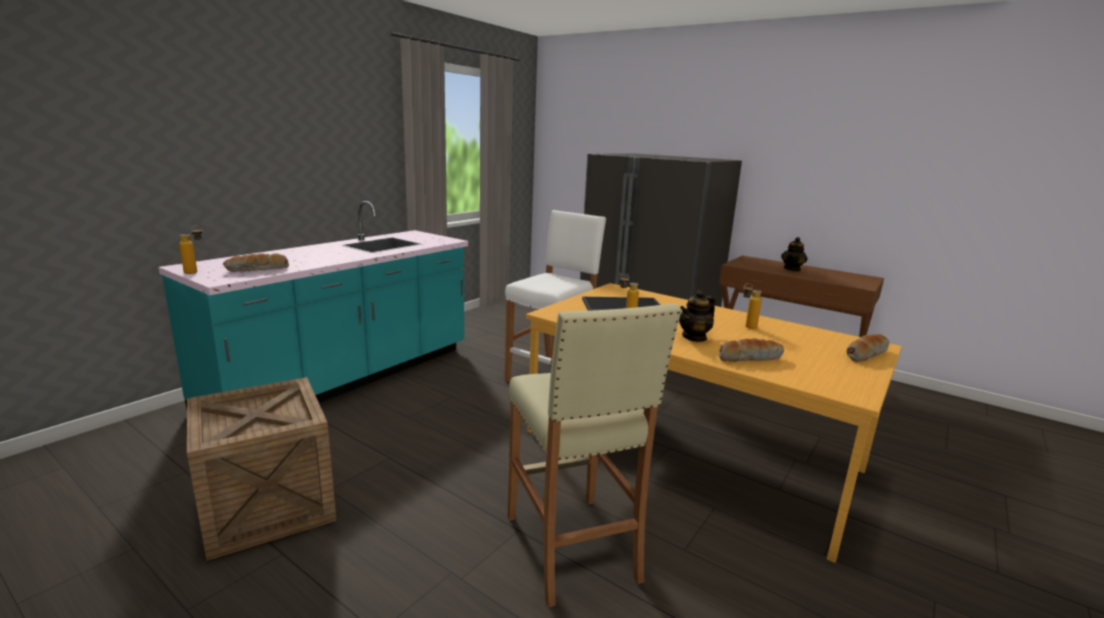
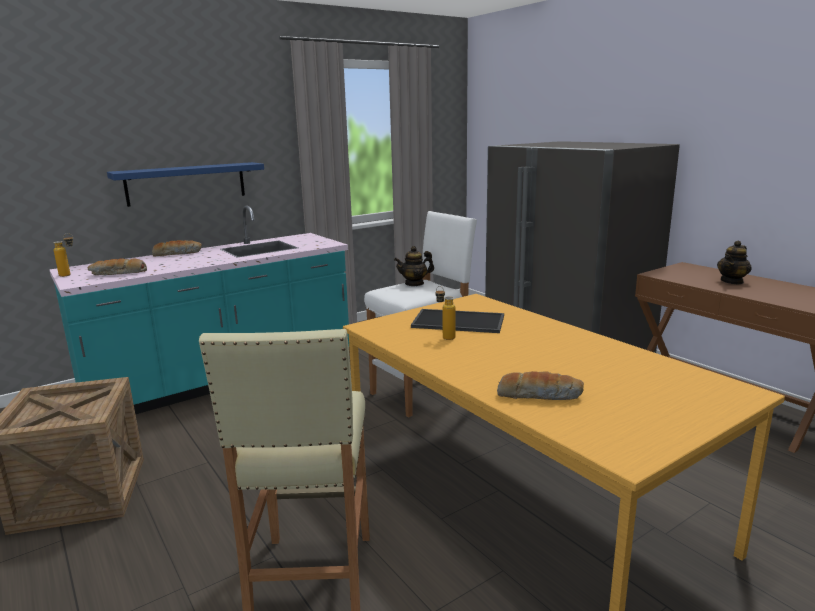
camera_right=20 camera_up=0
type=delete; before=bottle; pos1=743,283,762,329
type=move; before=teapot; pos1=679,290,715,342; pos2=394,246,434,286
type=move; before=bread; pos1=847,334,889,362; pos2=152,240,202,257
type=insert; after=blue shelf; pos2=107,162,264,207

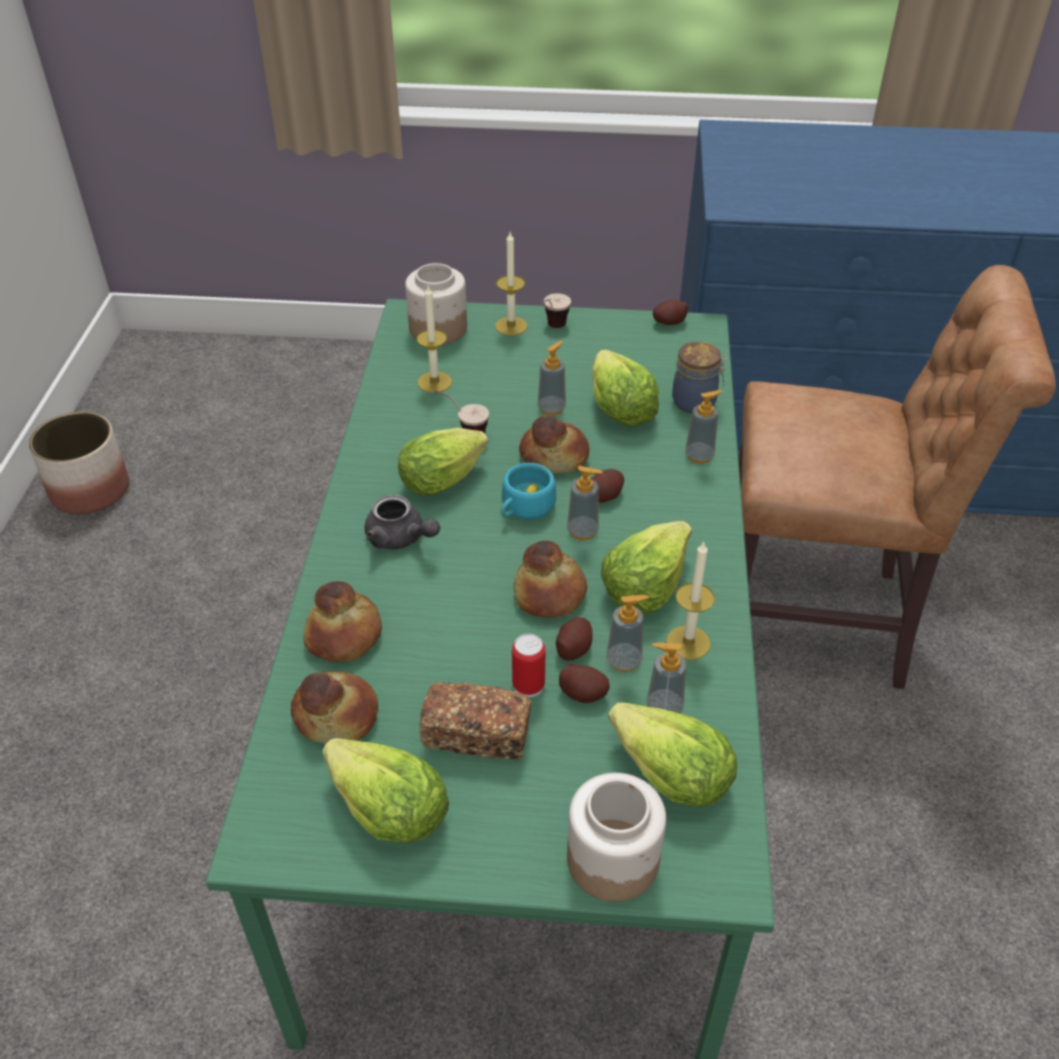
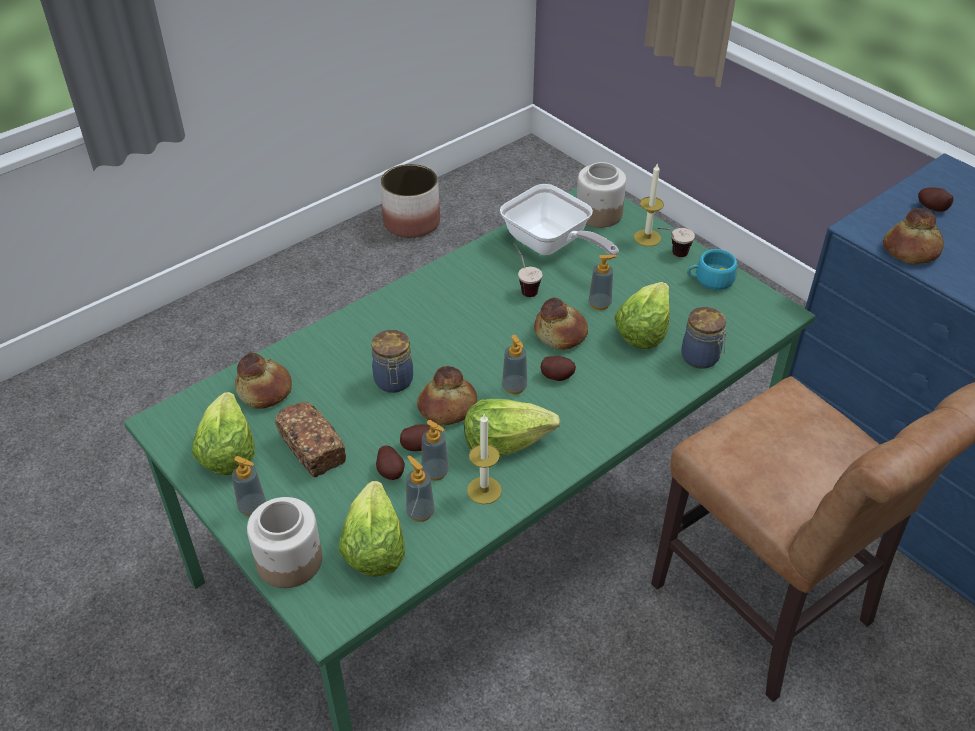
camera_right=45 camera_up=0
type=replace; before=candle; after=frying pan; pos1=416,286,452,393; pos2=500,184,619,255
type=move; before=potato; pos1=653,299,688,325; pos2=918,187,954,212
type=move; before=soap dispenser; pos1=685,390,723,464; pos2=232,456,266,517
type=delete; before=lettuce; pos1=398,428,488,496
type=move; before=turquoise cup; pos1=501,463,556,520; pos2=687,249,738,290
type=delete; before=grey teapot; pos1=364,494,440,550
type=move; before=bread; pos1=303,581,382,662; pos2=883,208,944,264
type=delete; before=can; pos1=512,633,546,697
type=insert; after=jar; pos2=371,330,413,393

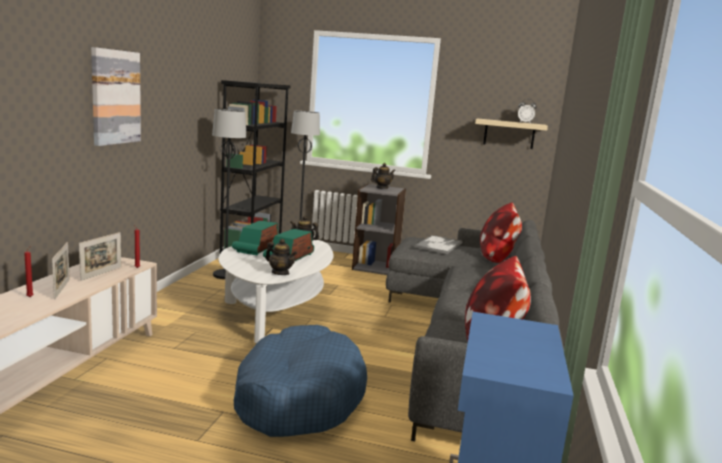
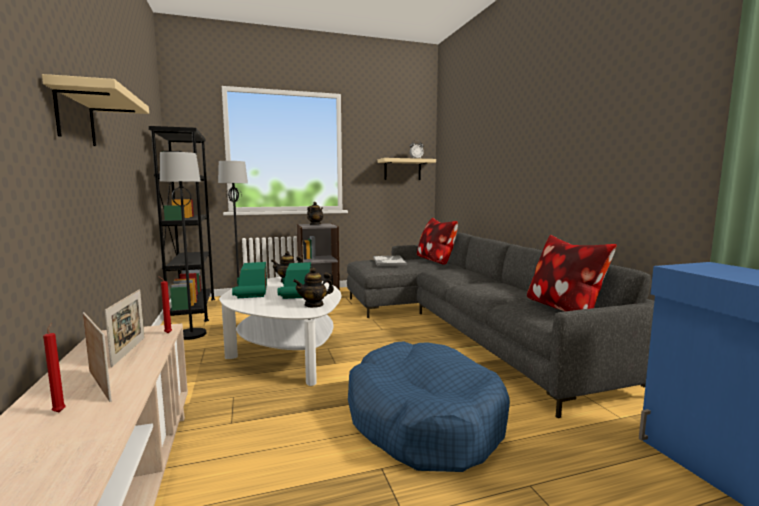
camera_right=-30 camera_up=-5
type=replace; before=picture; after=beige shelf; pos1=91,47,141,146; pos2=42,74,149,146
type=rotate; before=teapot; pos1=266,239,297,275; pos2=293,267,334,308; turn=150

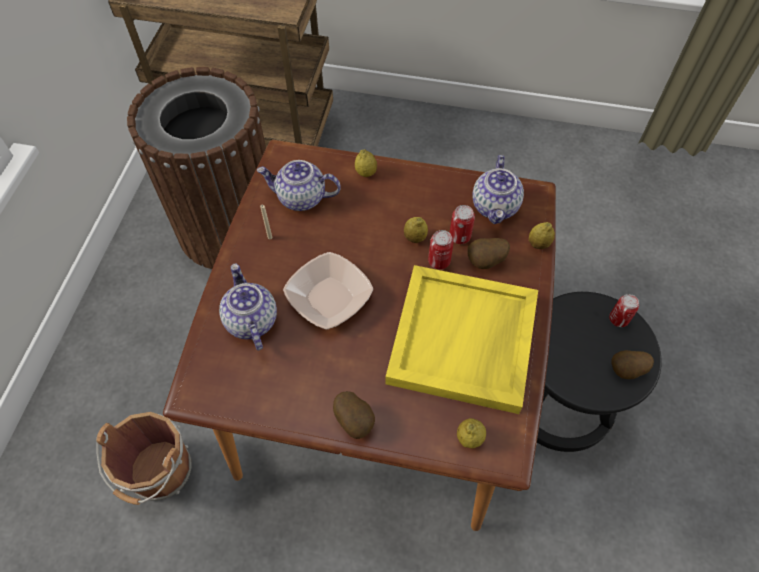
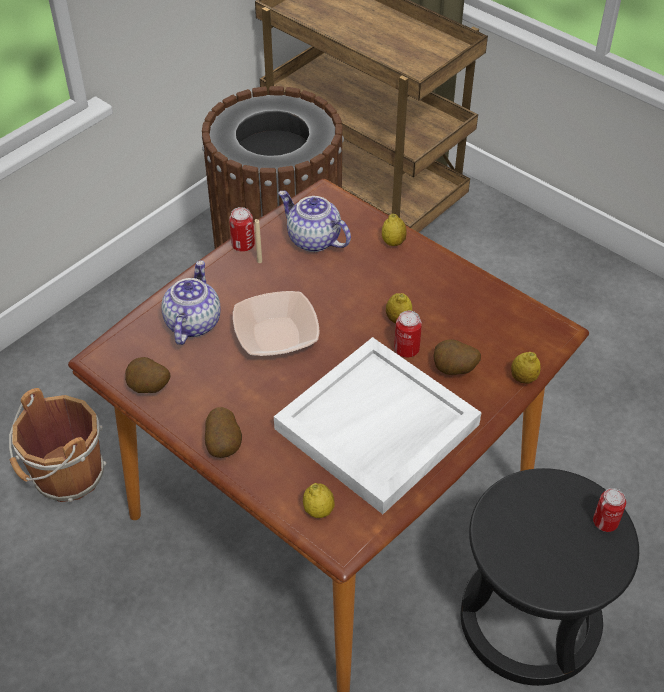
camera_right=30 camera_up=-10
type=delete; before=teapot; pos1=473,155,524,224
type=move; before=can; pos1=449,205,475,244; pos2=229,207,255,252
type=recolor; before=yellow tray; after=white tray; pos1=385,265,538,414; pos2=274,337,482,514
type=move; before=potato; pos1=611,350,654,379; pos2=125,357,170,393

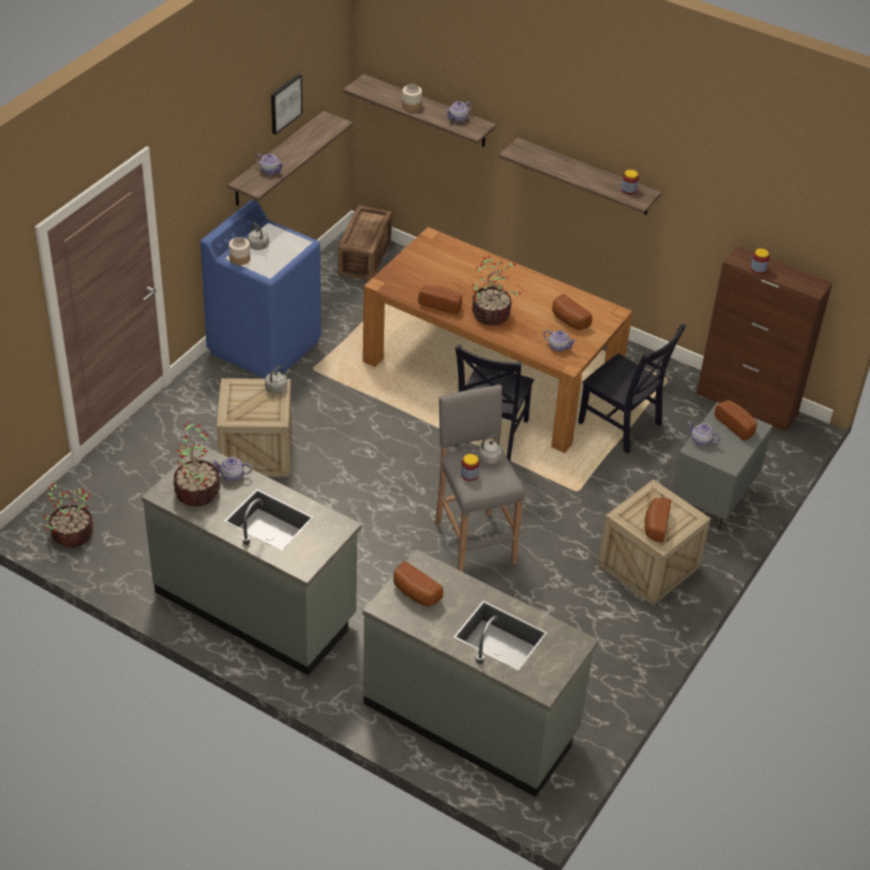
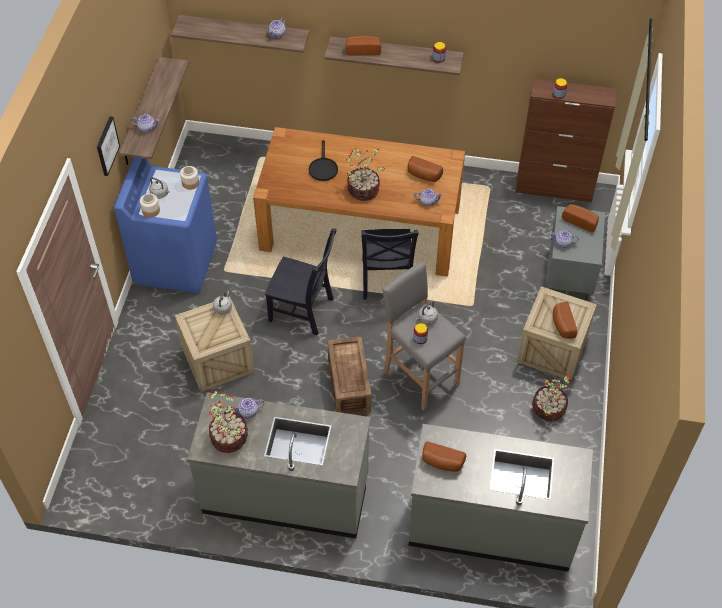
camera_right=-20 camera_up=10
type=move; before=picture; pos1=271,74,303,135; pos2=97,117,120,176
type=move; before=jar; pos1=402,84,422,112; pos2=180,166,199,190
type=move; before=crate; pos1=338,205,392,281; pos2=327,337,371,415
type=move; before=bread; pos1=418,285,462,315; pos2=345,36,381,55
type=move; before=black chair; pos1=578,324,687,453; pos2=265,228,337,336
type=move; before=potted plant; pos1=43,483,93,548; pos2=532,375,571,421
type=insert; after=black frying pan; pos2=309,140,338,181

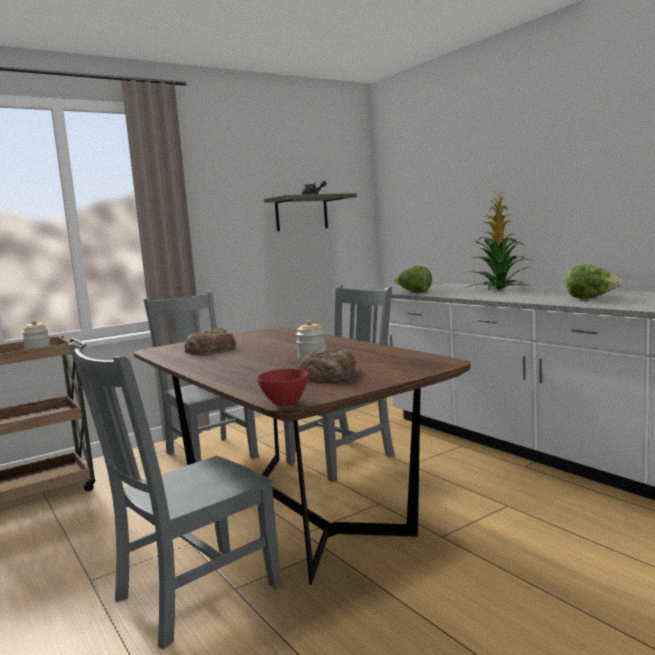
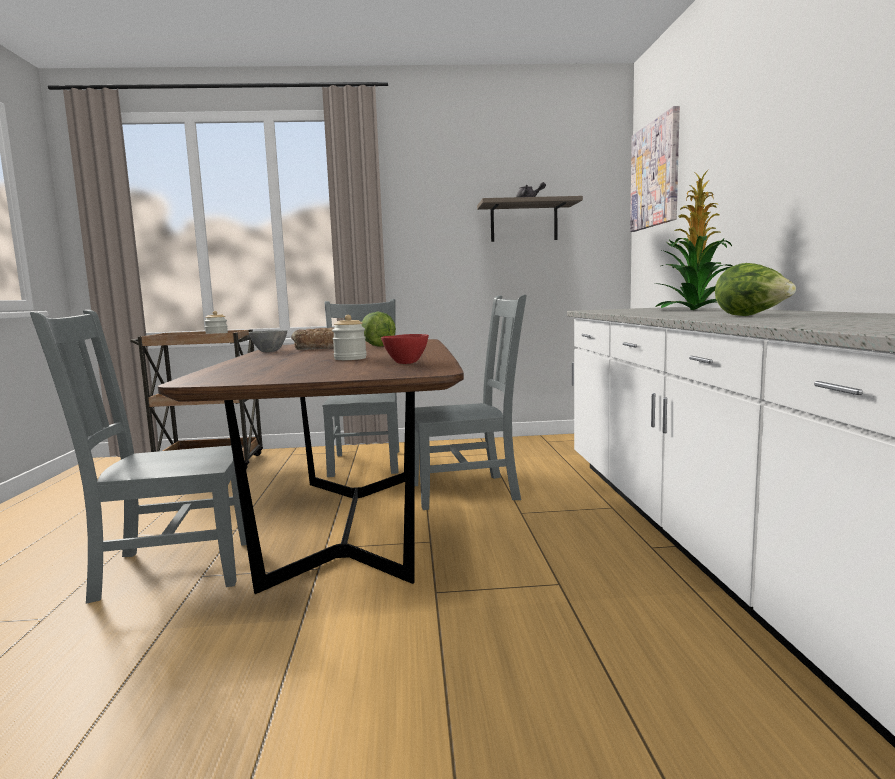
camera_right=30 camera_up=0
type=move; before=lettuce; pos1=394,266,432,293; pos2=361,312,396,347
type=delete; before=bread; pos1=298,345,356,381
type=move; before=red bowl; pos1=257,369,308,406; pos2=381,334,429,364
type=insert; after=picture; pos2=630,106,680,232
type=insert; after=grey bowl; pos2=249,330,287,352

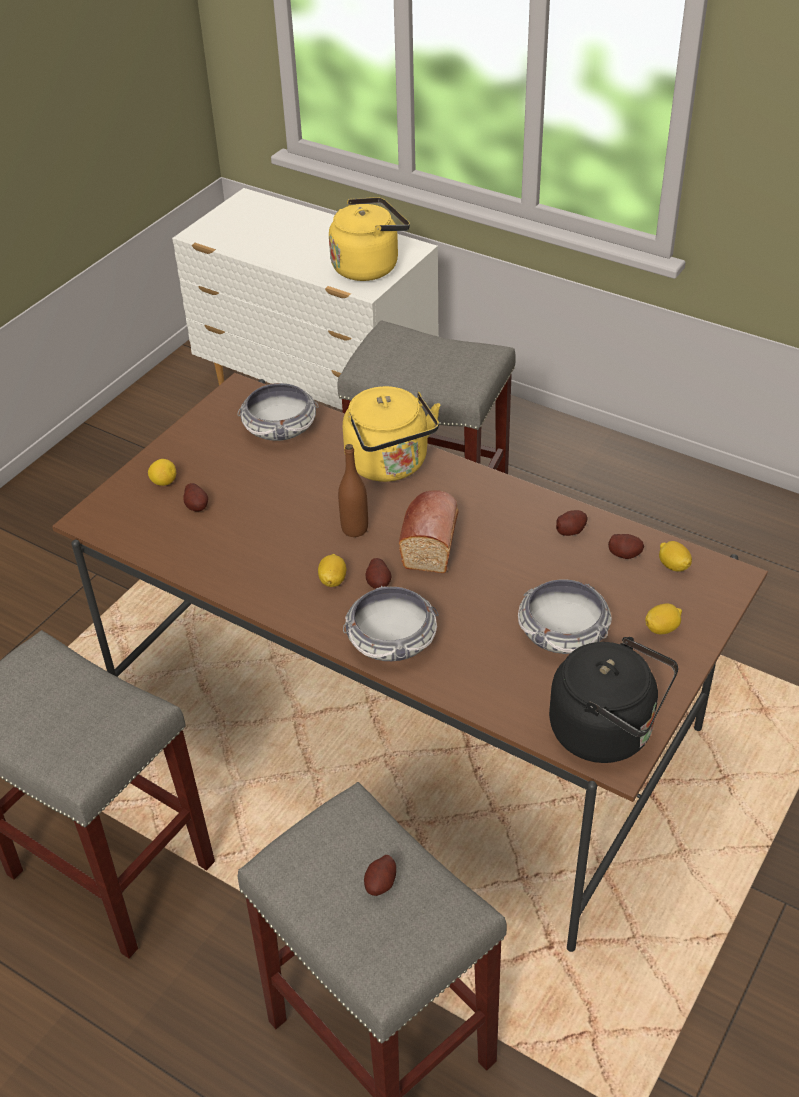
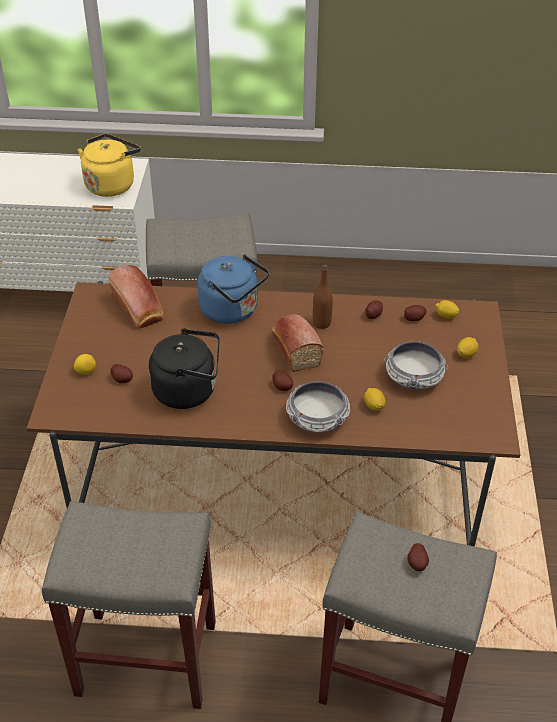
camera_right=-30 camera_up=0
type=replace; before=bowl; after=bread; pos1=237,383,319,441; pos2=109,265,164,328
type=recolor; before=yellow kettle; after=blue kettle; pos1=343,386,441,482; pos2=197,254,269,324
type=move; before=brown bottle; pos1=338,444,368,537; pos2=313,264,333,329
type=move; before=lemon; pos1=318,554,346,587; pos2=364,388,386,411
type=move; before=black kettle; pos1=549,637,678,763; pos2=149,328,219,409

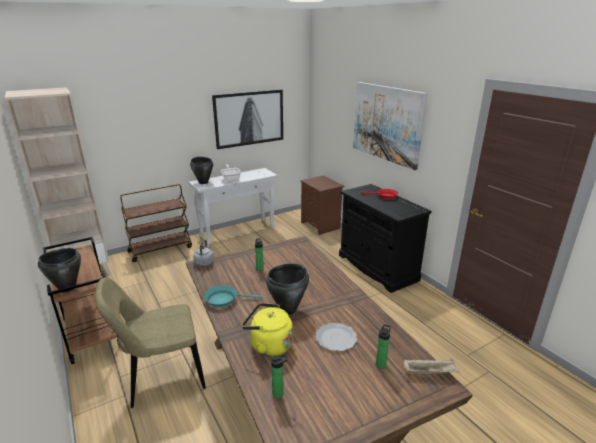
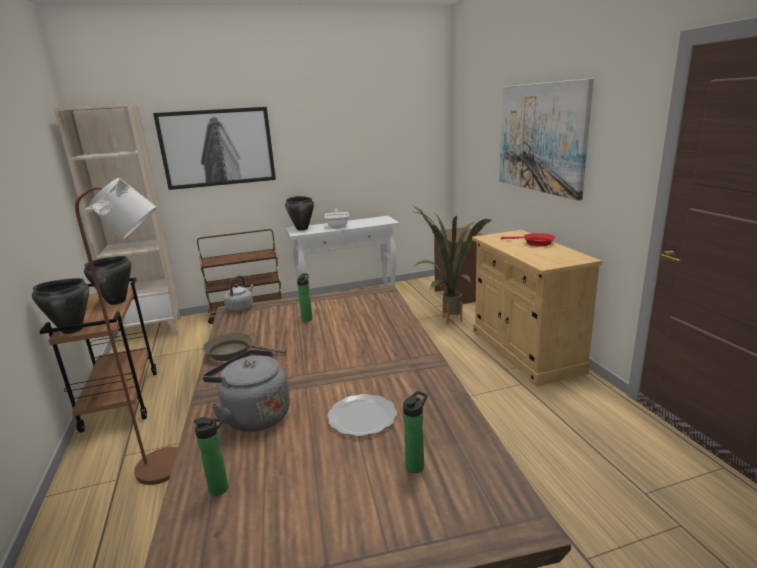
camera_right=15 camera_up=-5
type=move; before=picture; pos1=212,90,283,149; pos2=153,107,276,190
type=recolor; before=black cabinet; after=beige cabinet; pos1=339,184,432,293; pos2=472,230,602,386
type=move; before=black cooking pot; pos1=266,263,309,315; pos2=84,256,131,305
type=replace; before=beige chair; after=brown floor lamp; pos1=95,277,206,408; pos2=75,178,178,485
type=recolor; before=turquoise frying pan; after=brown frying pan; pos1=204,285,262,308; pos2=203,333,286,361
type=recolor; before=yellow kettle; after=grey kettle; pos1=242,303,293,357; pos2=202,350,290,432
type=delete; before=beige tray; pos1=404,359,460,376
type=insert; after=potted plant; pos2=412,205,491,324

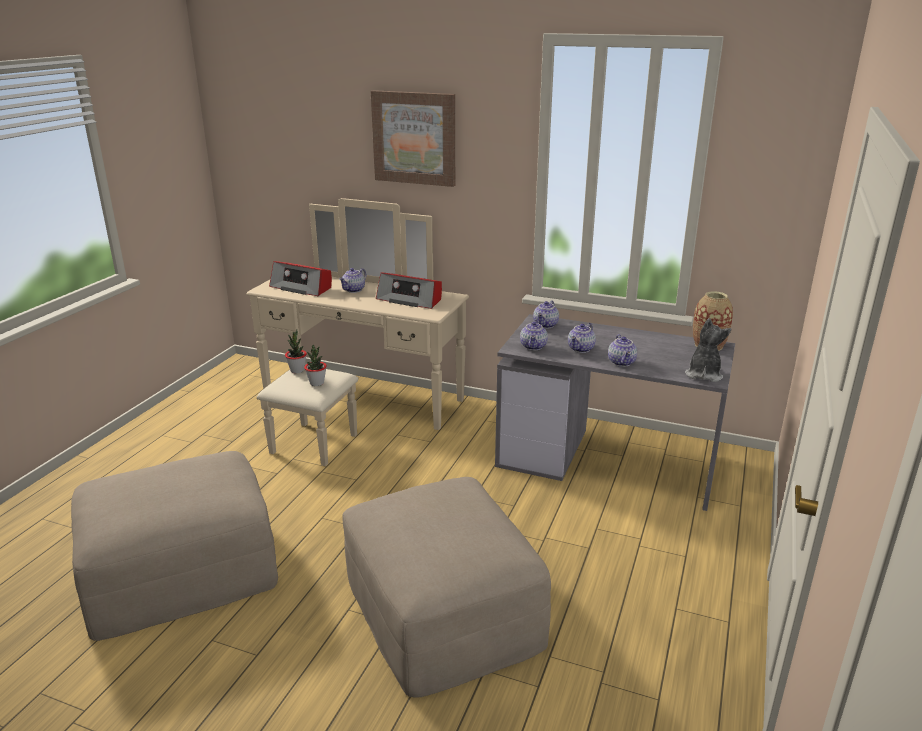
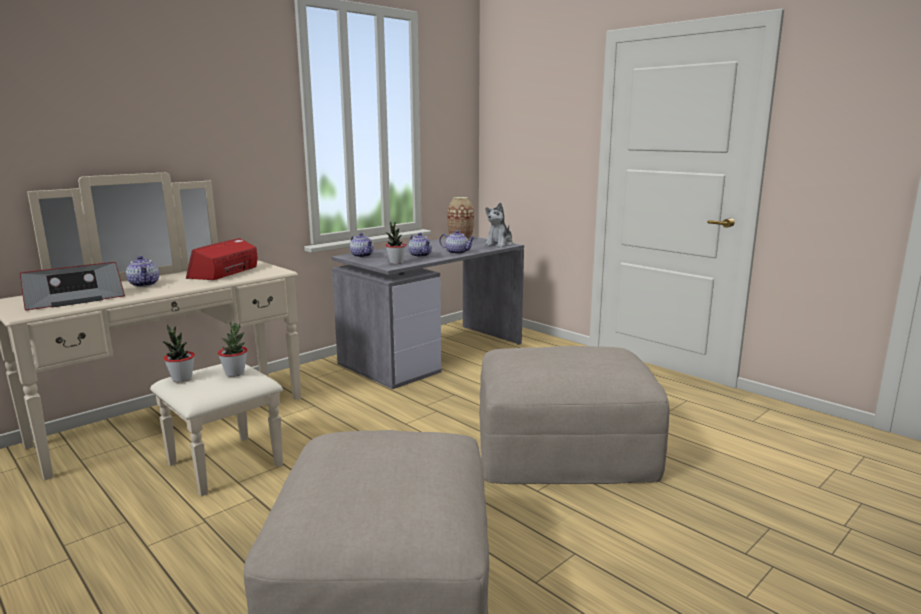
camera_right=-65 camera_up=-10
type=delete; before=picture; pos1=371,90,455,187
type=rotate; before=radio; pos1=376,272,442,309; pos2=186,238,257,280; turn=150
type=rotate; before=plush toy; pos1=685,318,731,382; pos2=484,203,513,247; turn=-105
type=replace; before=teapot; after=potted plant; pos1=520,320,548,350; pos2=385,221,407,264

